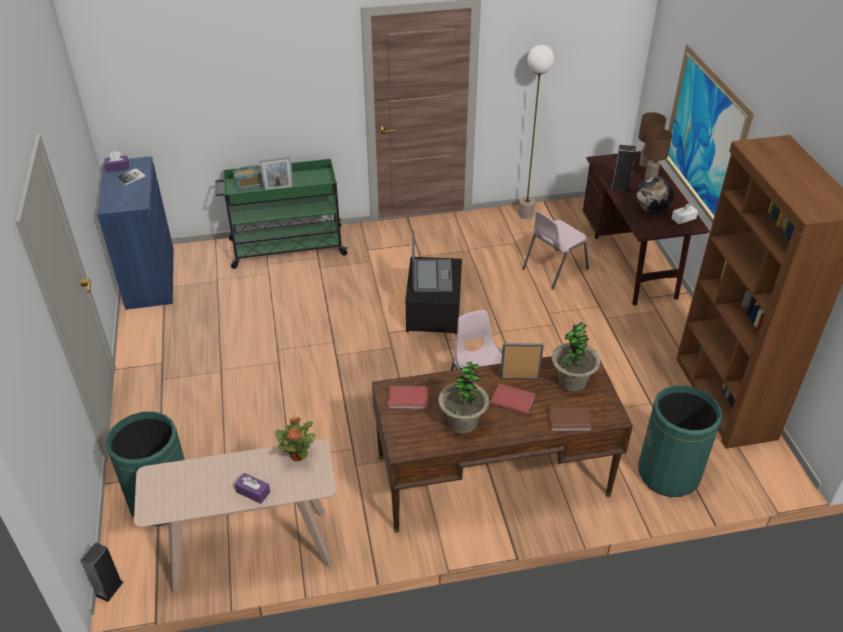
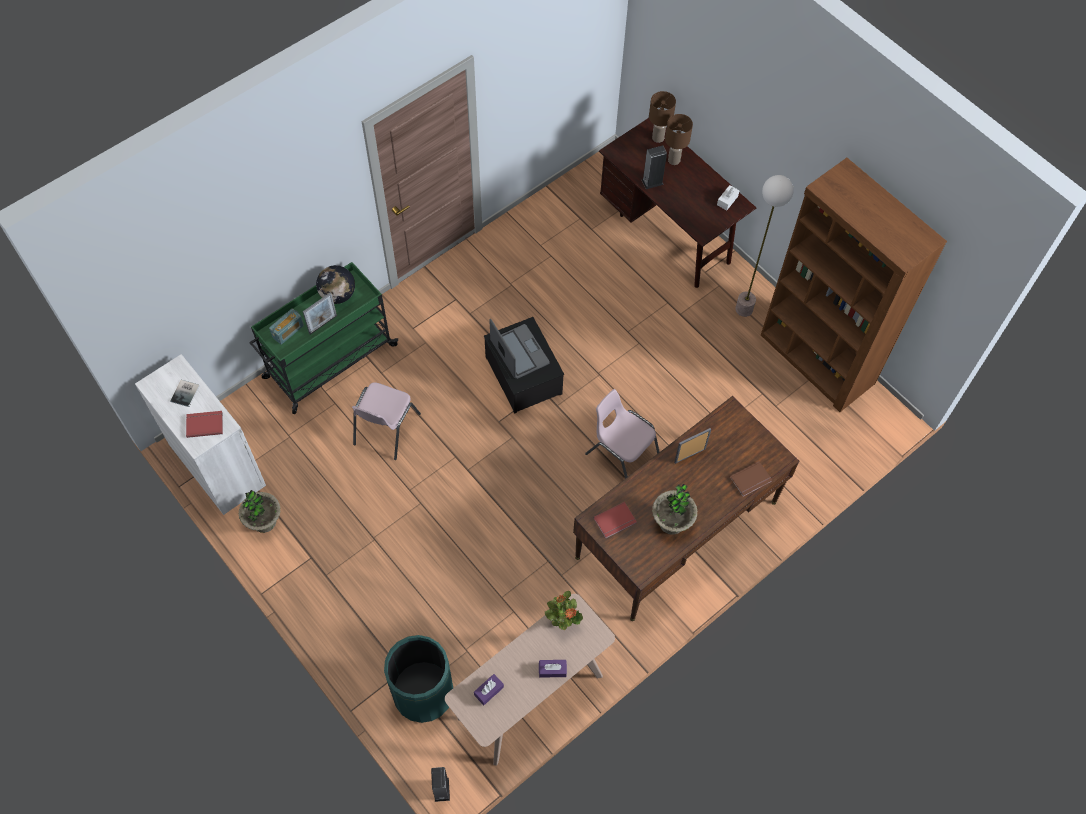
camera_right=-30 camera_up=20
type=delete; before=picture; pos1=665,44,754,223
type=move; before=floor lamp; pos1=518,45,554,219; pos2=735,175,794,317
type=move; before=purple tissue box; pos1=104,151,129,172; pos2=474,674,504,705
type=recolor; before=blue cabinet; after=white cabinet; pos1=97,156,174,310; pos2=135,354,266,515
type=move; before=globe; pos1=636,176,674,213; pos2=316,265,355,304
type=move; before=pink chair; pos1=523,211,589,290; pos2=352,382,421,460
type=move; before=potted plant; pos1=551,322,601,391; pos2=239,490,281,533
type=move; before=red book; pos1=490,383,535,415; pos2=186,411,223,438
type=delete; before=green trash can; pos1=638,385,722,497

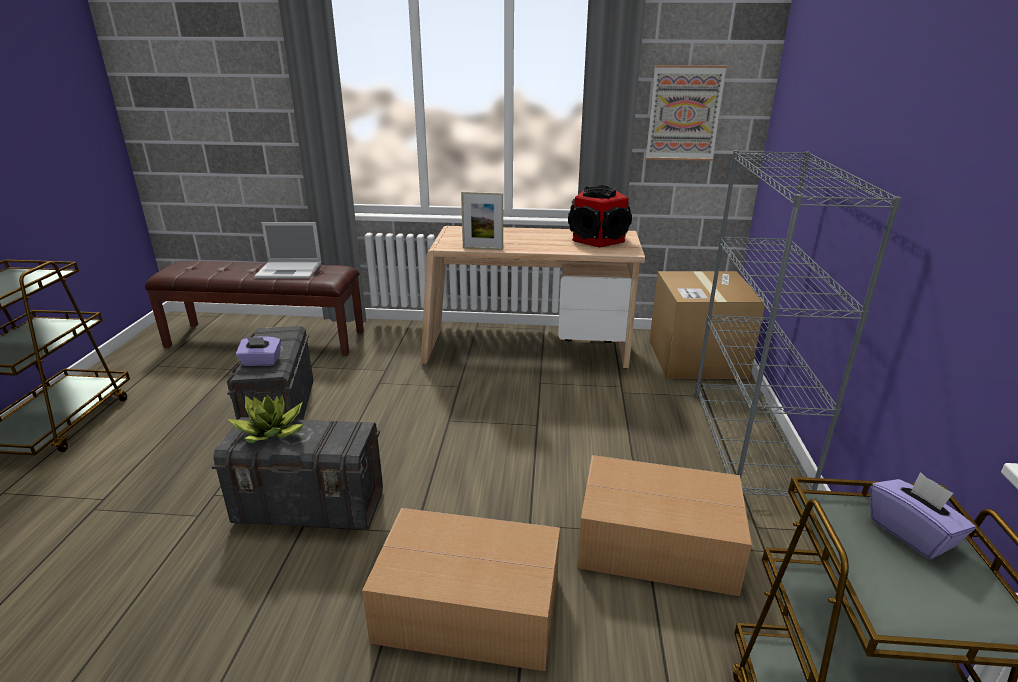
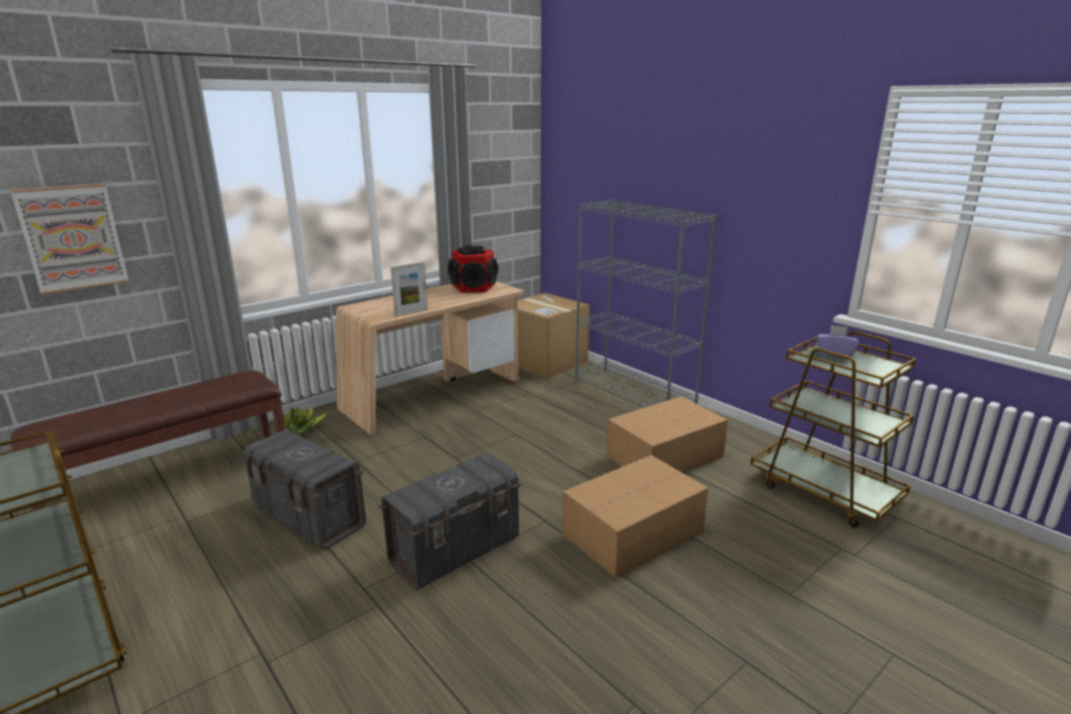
camera_right=-45 camera_up=-5
type=move; before=picture; pos1=646,65,727,161; pos2=11,184,129,294
type=delete; before=laptop; pos1=254,222,321,278
type=delete; before=purple tissue box; pos1=236,336,281,366
type=move; before=potted plant; pos1=228,395,303,443; pos2=283,406,328,433

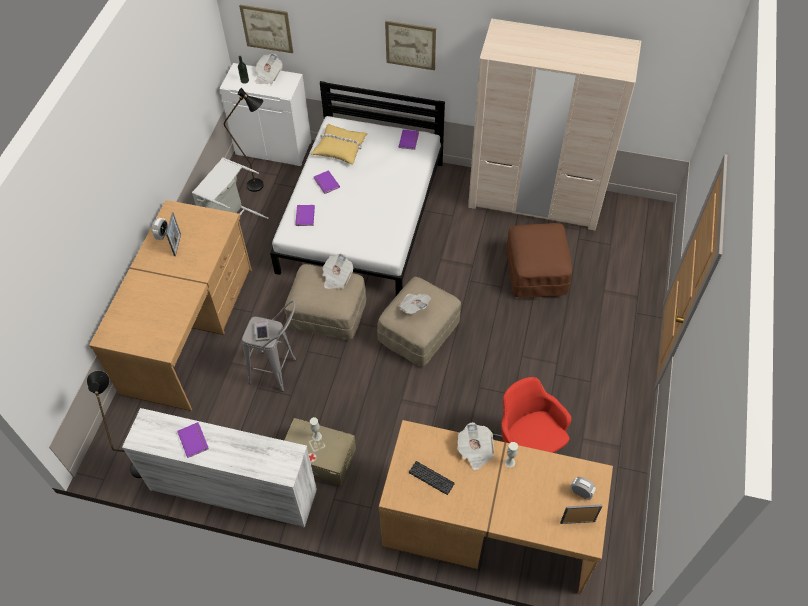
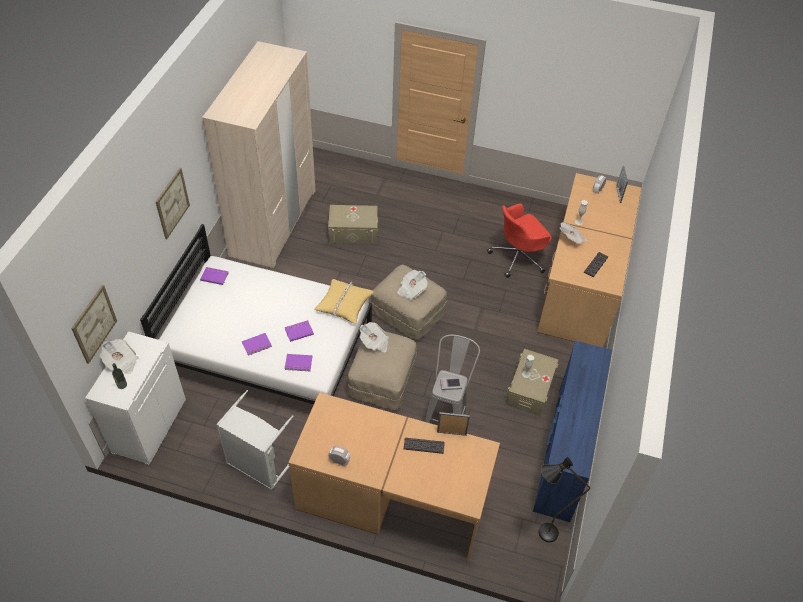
camera_right=-90 camera_up=-5
type=delete; before=black floor lamp; pos1=224,88,264,192
type=move; before=yellow pillow; pos1=311,124,368,165; pos2=314,279,374,324
type=move; before=picture frame; pos1=166,212,181,256; pos2=437,412,470,436
type=replace; before=brown ottoman; after=beige storage box; pos1=506,223,572,298; pos2=328,205,378,244
type=recolor; before=white dresser; after=blue dresser; pos1=122,408,317,528; pos2=533,341,612,522
type=move; before=purple book; pos1=177,422,209,458; pos2=285,320,314,342
type=insert; after=keyboard; pos2=404,438,445,454

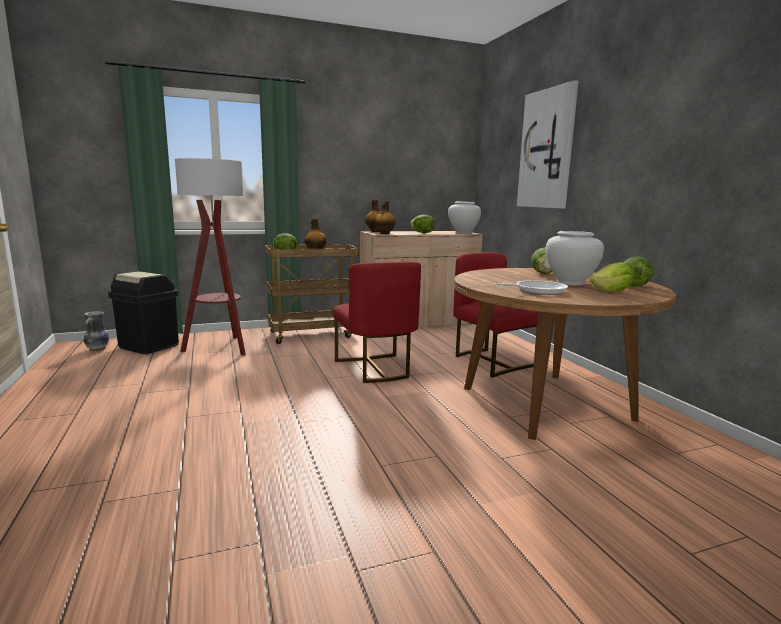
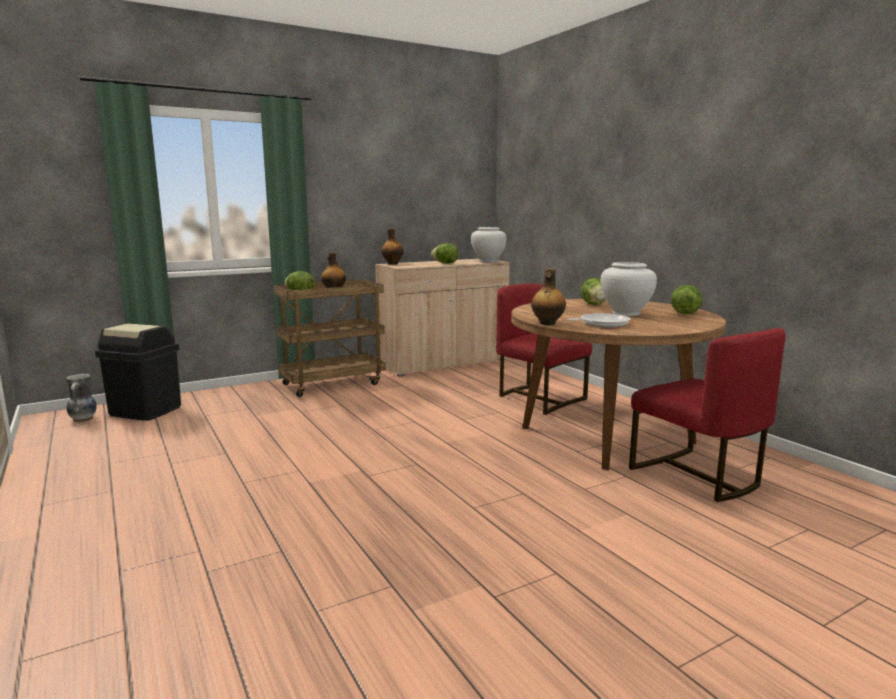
camera_right=-10 camera_up=0
type=delete; before=picture; pos1=517,80,579,209
type=delete; before=floor lamp; pos1=175,158,246,356
type=move; before=bottle; pos1=375,200,395,234; pos2=531,268,566,325
type=move; before=red chair; pos1=333,261,421,383; pos2=629,328,786,502
type=delete; before=lettuce; pos1=590,262,634,291

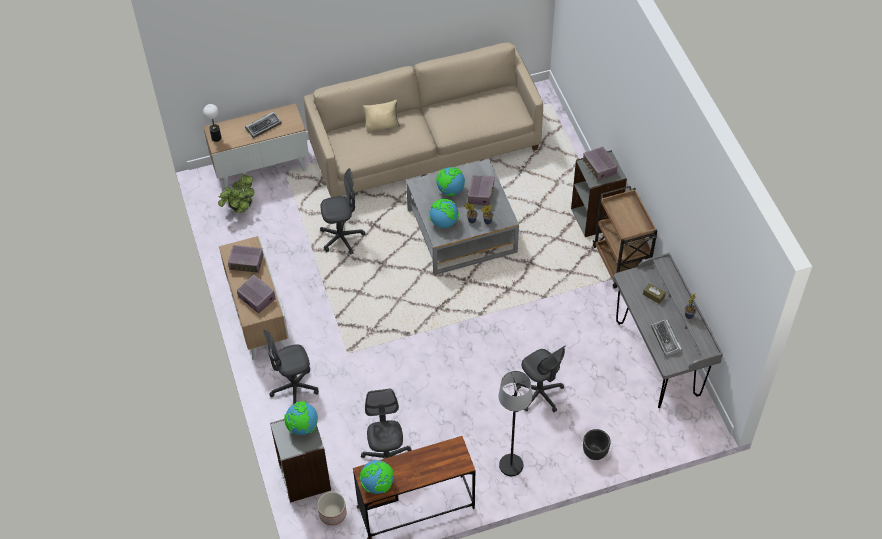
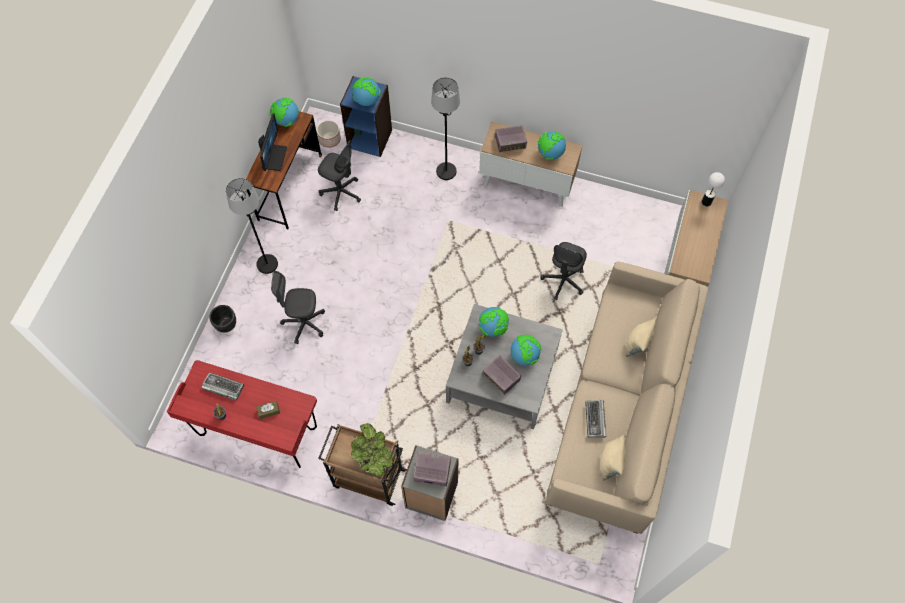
camera_right=125 camera_up=10
type=move; before=keyboard; pos1=245,112,282,138; pos2=585,400,606,438
type=move; before=potted plant; pos1=218,174,255,213; pos2=351,423,393,477
type=replace; before=radio; after=globe; pos1=228,245,263,273; pos2=538,131,566,160
type=recolor; before=grey desk; after=red desk; pos1=614,253,723,408; pos2=166,360,317,468
type=replace; before=grey office chair; after=black floor lamp; pos1=263,330,319,404; pos2=431,77,460,180
type=recolor; before=grey bookcase; after=blue bookcase; pos1=270,419,331,503; pos2=340,76,392,157
type=insert; after=monitor; pos2=258,113,287,171
type=insert; after=beige pillow; pos2=600,435,626,480

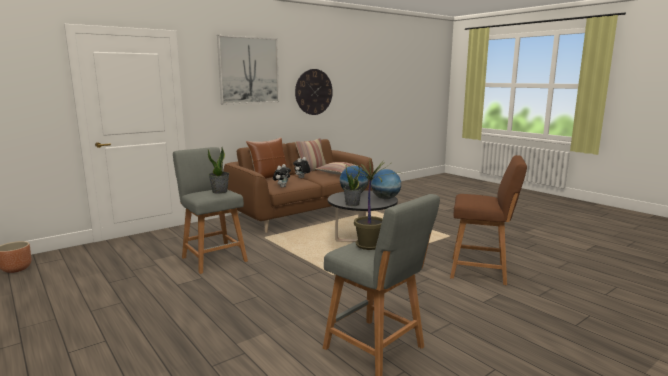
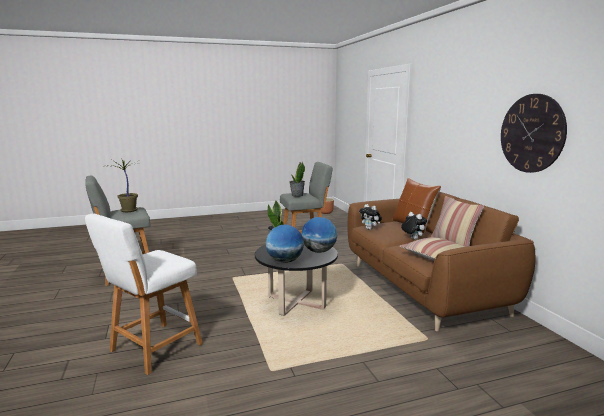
camera_right=110 camera_up=0
type=delete; before=picture; pos1=217,35,279,105
type=recolor; before=brown stool; after=white stool; pos1=450,155,527,285; pos2=85,213,203,375

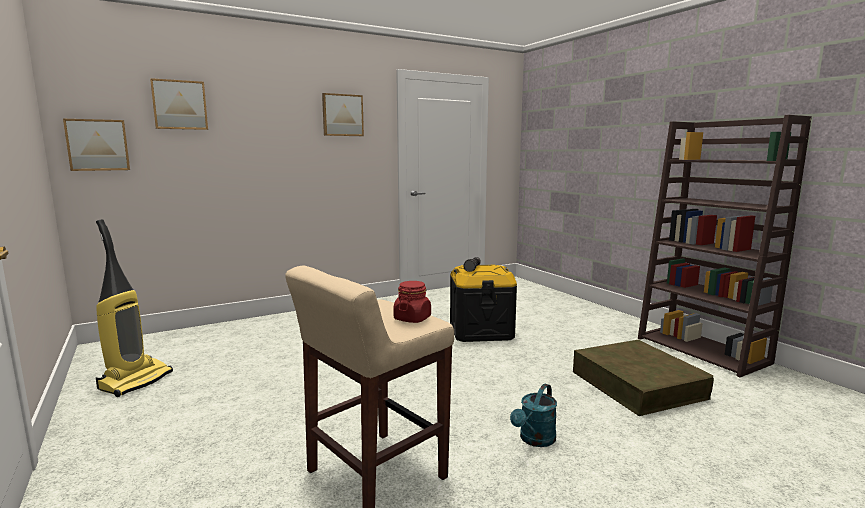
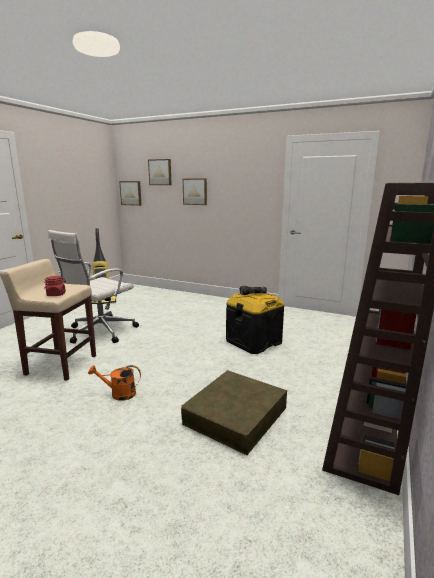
camera_right=55 camera_up=5
type=move; before=picture; pos1=322,93,364,136; pos2=183,179,207,205
type=recolor; before=turquoise watering can; after=orange watering can; pos1=510,383,557,447; pos2=88,365,141,401
type=insert; after=white office chair; pos2=48,230,139,343

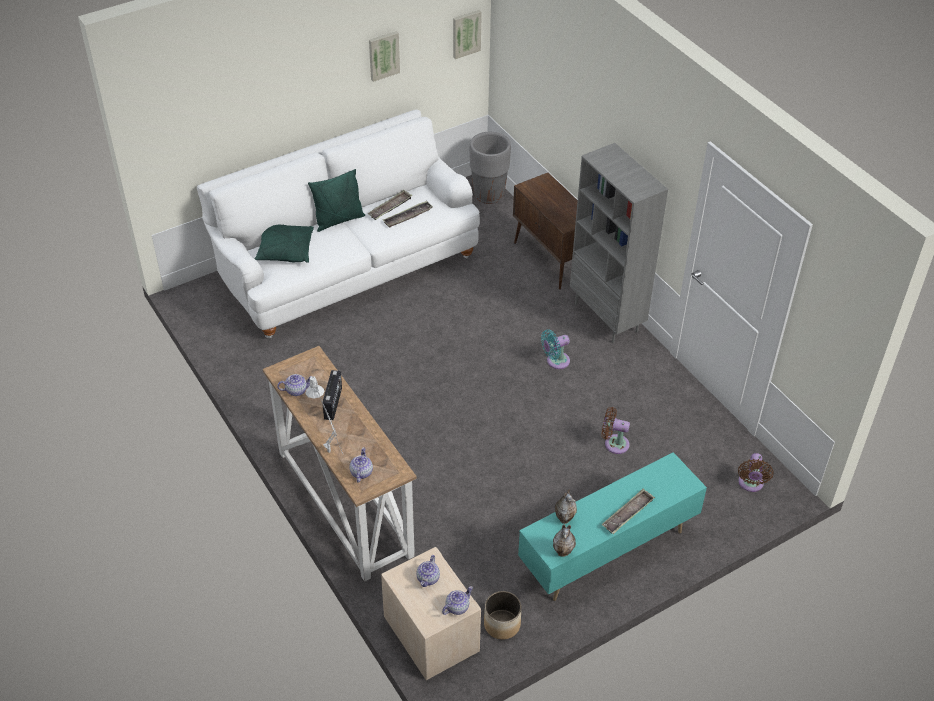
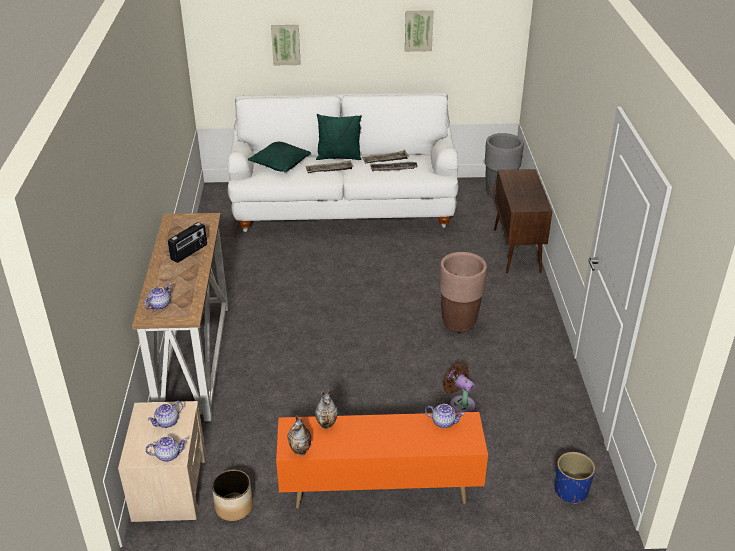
camera_right=30 camera_up=-10
type=move; before=picture; pos1=453,10,482,59; pos2=271,25,301,65
type=delete; before=grey bookcase; pos1=570,143,668,343
type=replace; before=turquoise fan; after=brown planter; pos1=541,330,570,369; pos2=439,252,487,332
type=move; before=teapot; pos1=277,374,312,396; pos2=425,404,464,428
type=delete; before=grey table lamp; pos1=305,376,344,455
type=recolor; before=turquoise tv stand; after=orange tv stand; pos1=518,452,707,601; pos2=276,412,488,509
type=replace; before=brown fan; after=blue planter; pos1=738,453,774,492; pos2=555,452,595,504
type=move; before=tray; pos1=602,489,655,534; pos2=305,160,354,173

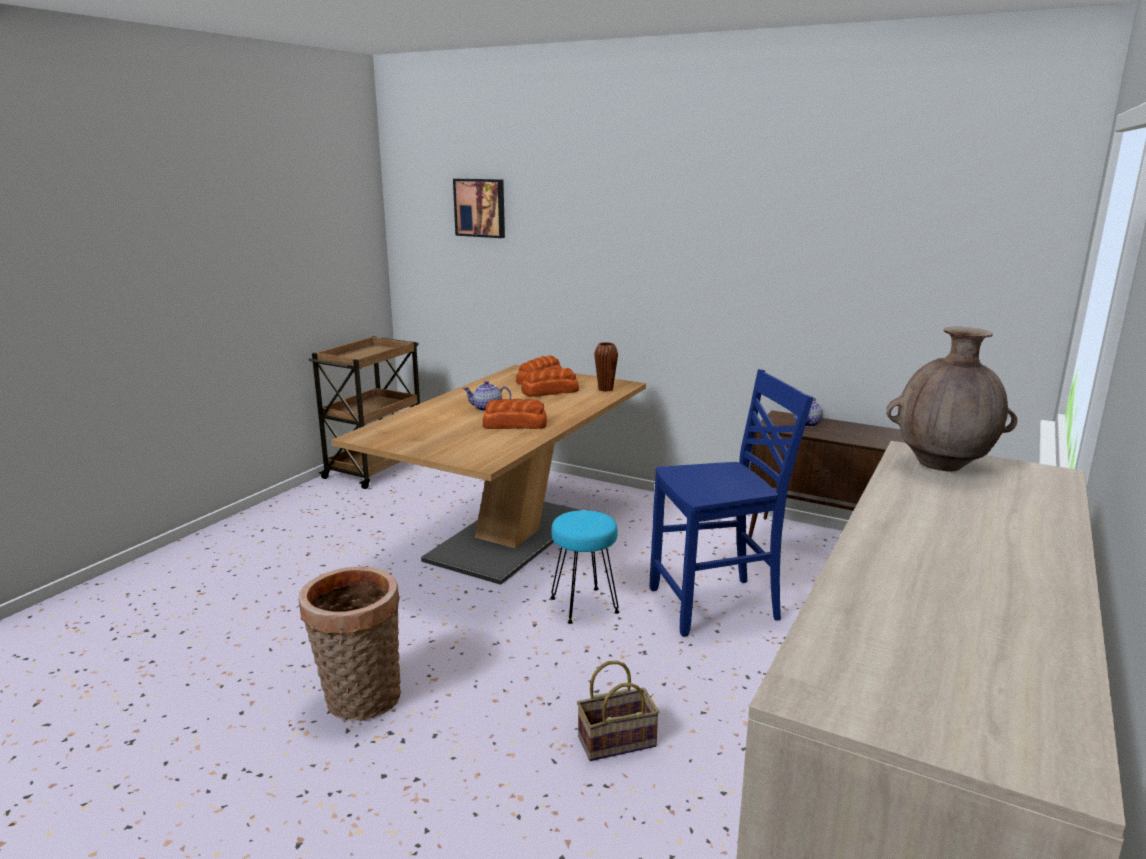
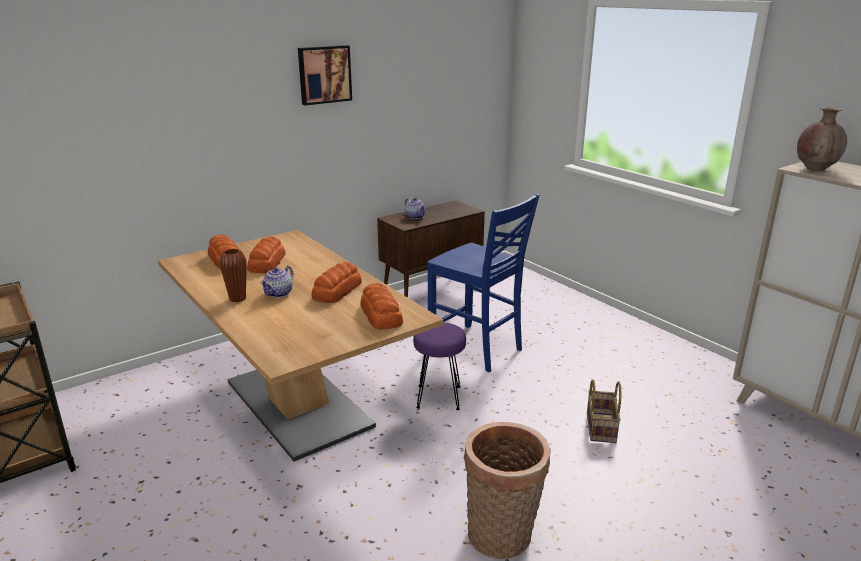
camera_right=-65 camera_up=5
type=move; before=picture; pos1=453,179,505,238; pos2=298,45,352,105
type=move; before=brown vase; pos1=594,342,618,392; pos2=220,249,247,302
type=rotate; before=blue chair; pos1=650,369,813,637; pos2=427,193,540,372; turn=120
type=recolor; before=turquoise stool; after=purple stool; pos1=550,510,619,624; pos2=413,322,466,410
type=insert; after=bread; pos2=360,283,403,330

